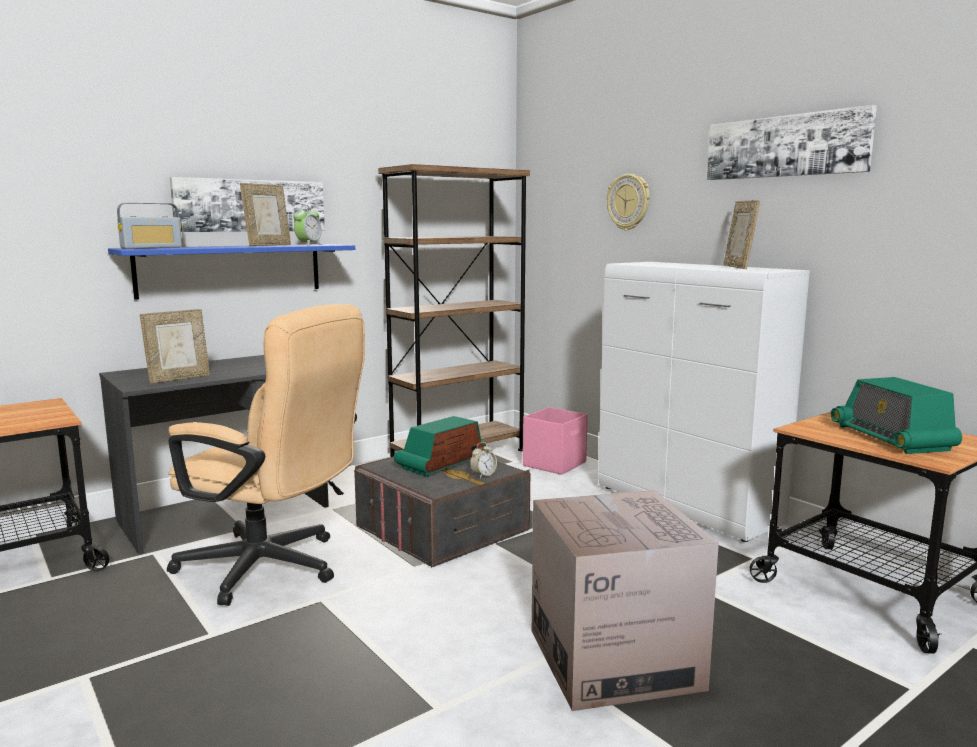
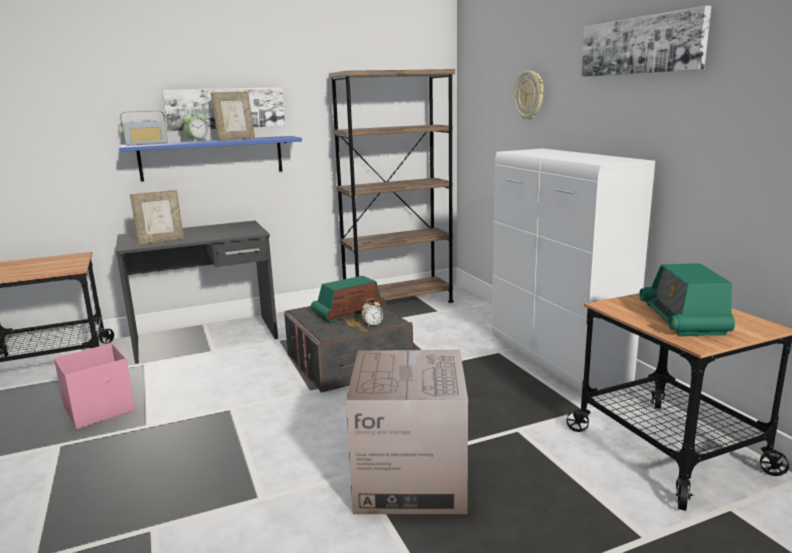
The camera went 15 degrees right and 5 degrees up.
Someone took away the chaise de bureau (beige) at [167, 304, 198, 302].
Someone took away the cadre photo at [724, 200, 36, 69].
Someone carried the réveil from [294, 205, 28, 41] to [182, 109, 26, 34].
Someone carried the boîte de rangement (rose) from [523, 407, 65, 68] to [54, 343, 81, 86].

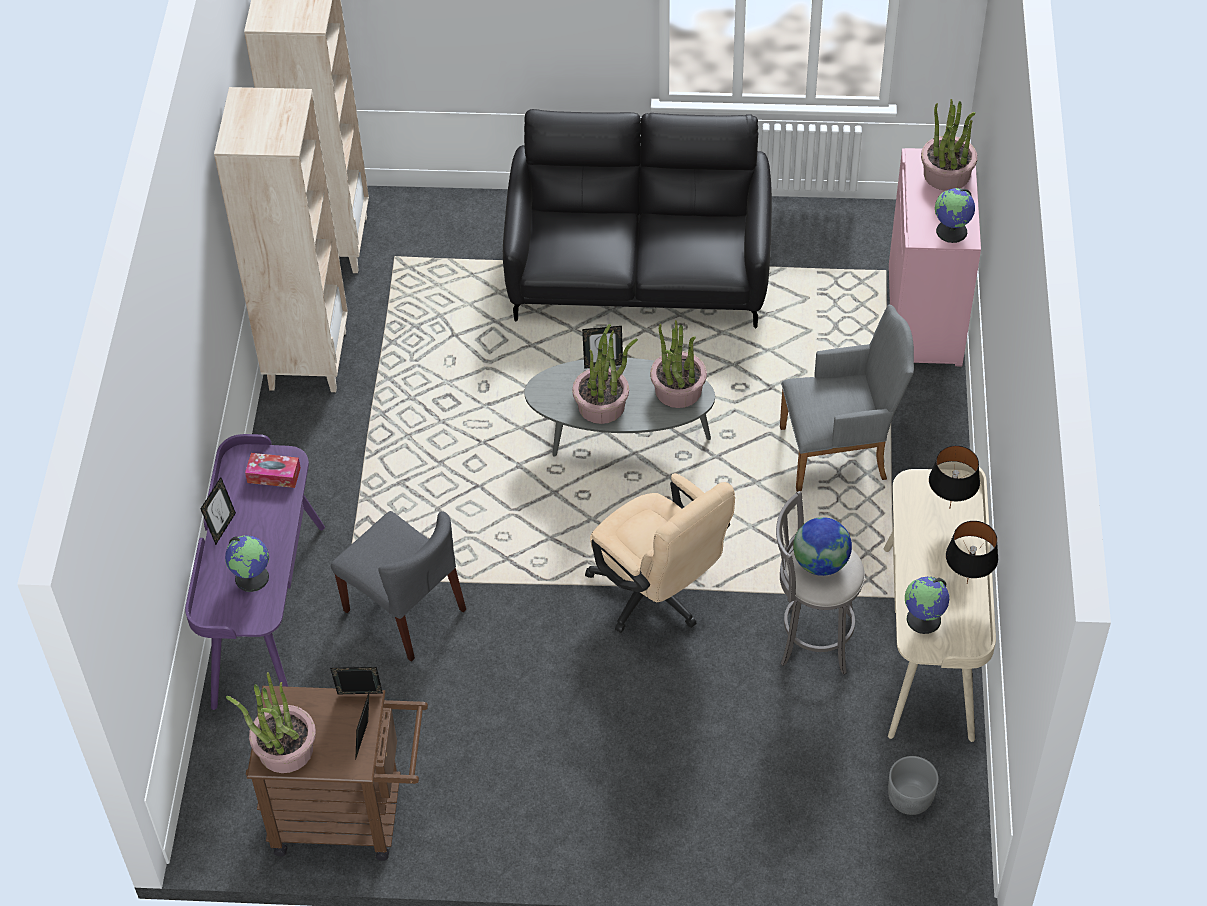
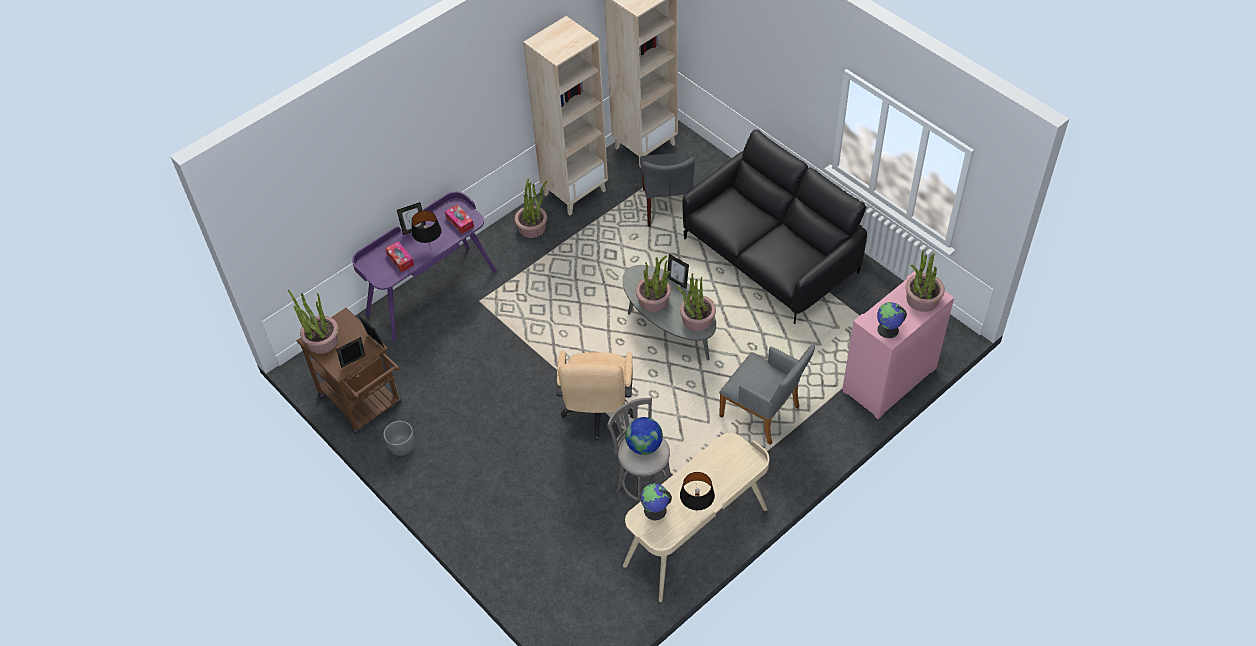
The camera went 45 degrees right and 0 degrees up.
Someone put down the plante en pot at [515, 178, 32, 60].
Someone carried the chaise (gris) from [331, 511, 135, 151] to [640, 152, 55, 75].
Someone carried the cache-pot (gris) from [888, 756, 51, 59] to [383, 421, 32, 35].
Someone carried the lampe de table (noir) from [929, 445, 51, 64] to [412, 210, 30, 40].
Someone swapped the globe at [225, 535, 44, 57] for the boîte à mouchoirs at [385, 241, 29, 31].

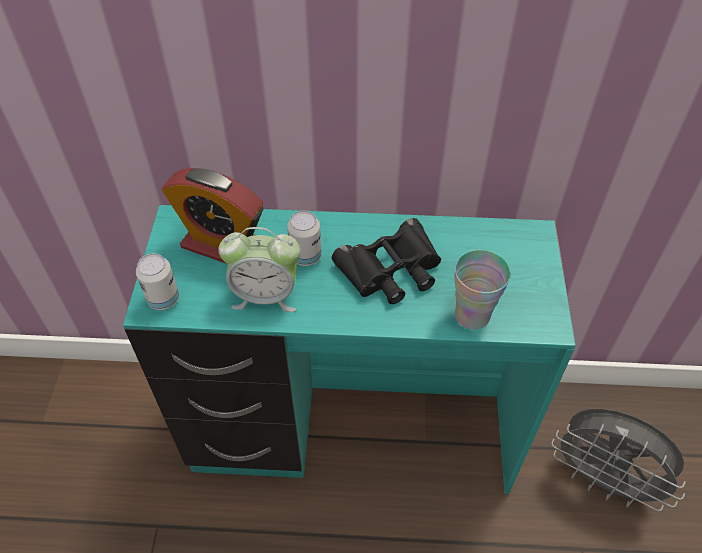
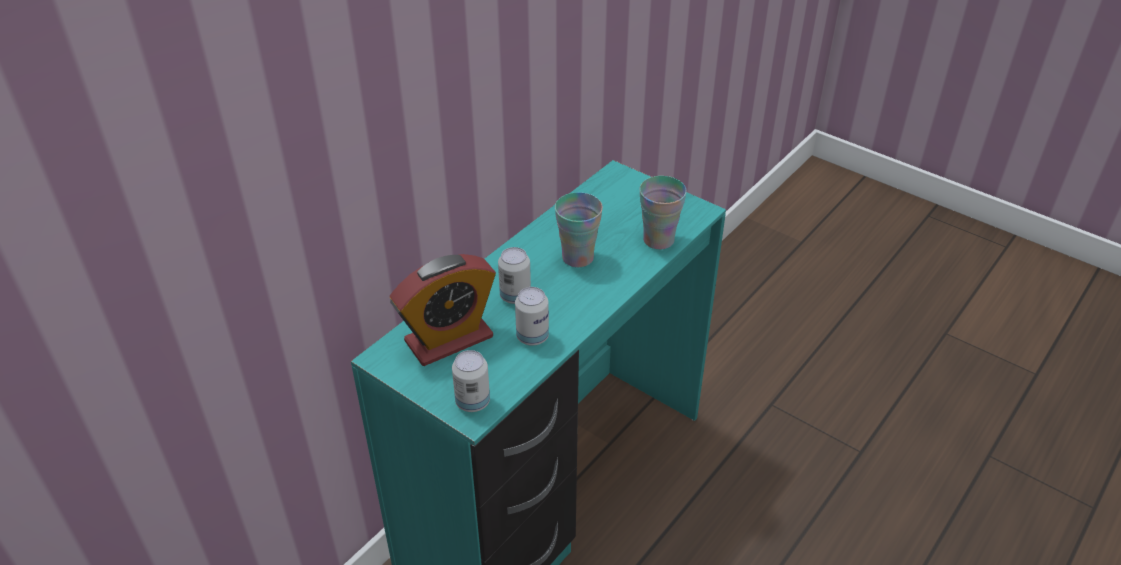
The camera went 55 degrees left and 10 degrees down.
Someone took away the ventilateur (gris) at [551, 409, 135, 102].
Someone swapped the réveil at [218, 227, 82, 85] for the boîte métallique at [515, 287, 34, 59].
Someone swapped the jumelles (noir) at [332, 218, 109, 86] for the tasse at [555, 192, 48, 76].

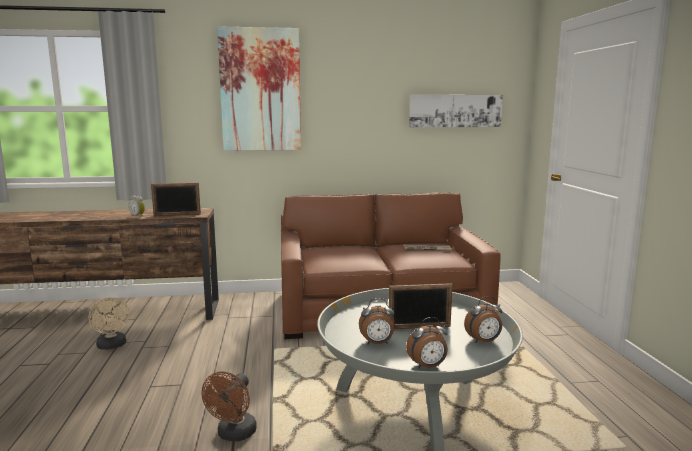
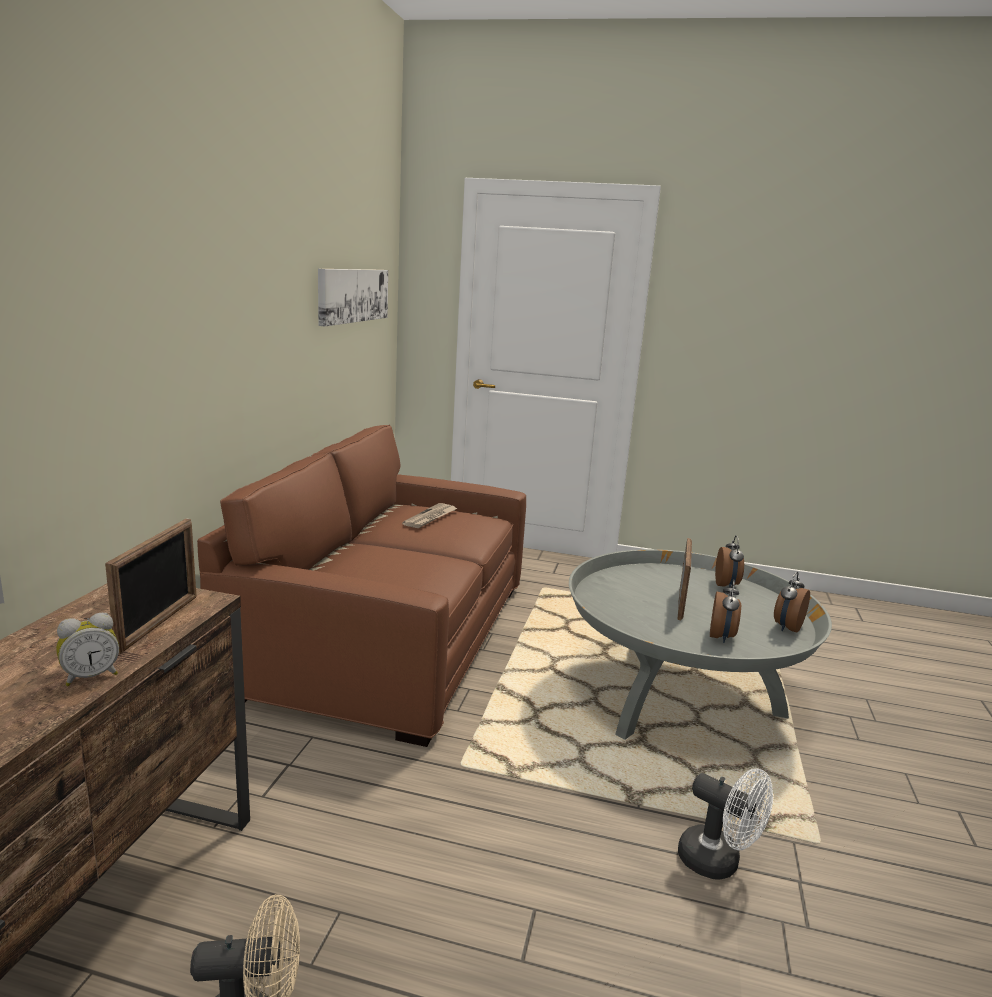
The camera went 70 degrees left and 5 degrees up.
Someone took away the tableau at [217, 26, 84, 125].
Someone repainted the ventilateur (marron) at [202, 371, 55, 70], which became the ventilateur (blanc) at [678, 768, 95, 111].
Someone rotated the réveil at [406, 317, 42, 52] by 150 degrees counterclockwise.

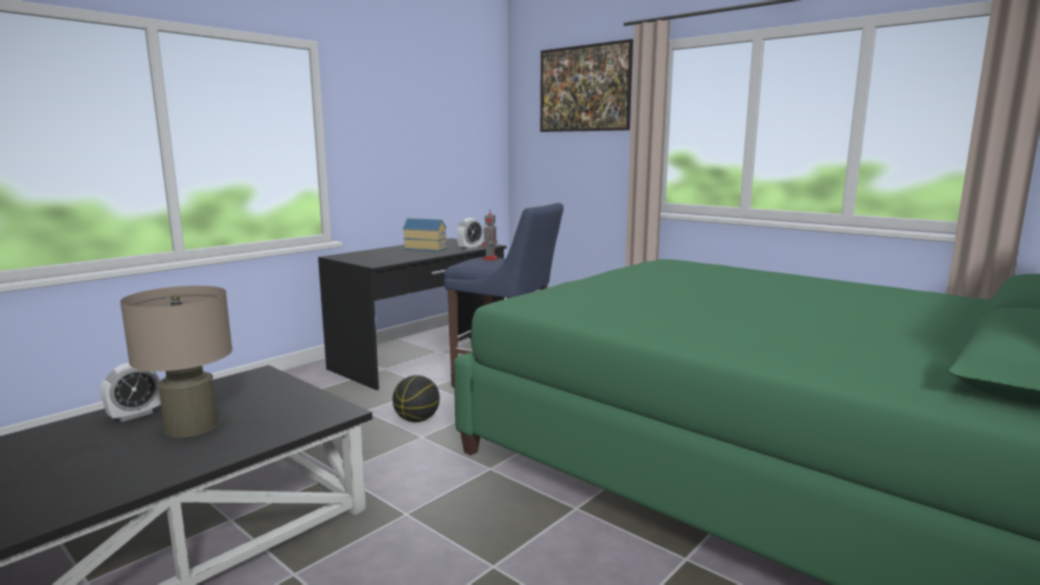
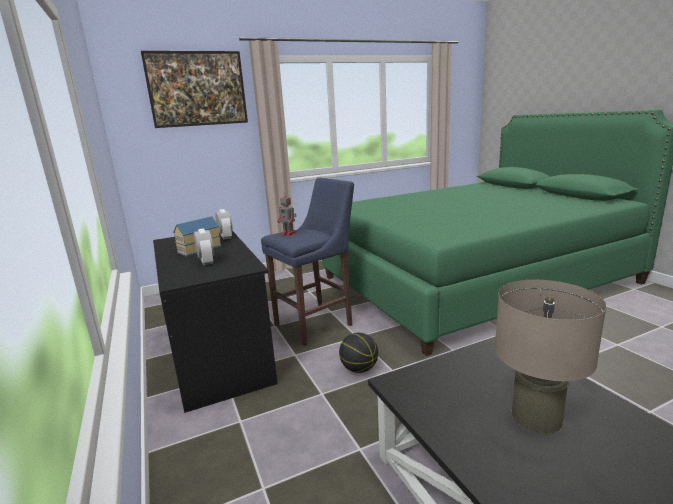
The camera went 65 degrees left and 5 degrees up.
Someone carried the réveil from [101, 363, 60, 59] to [194, 228, 20, 37].

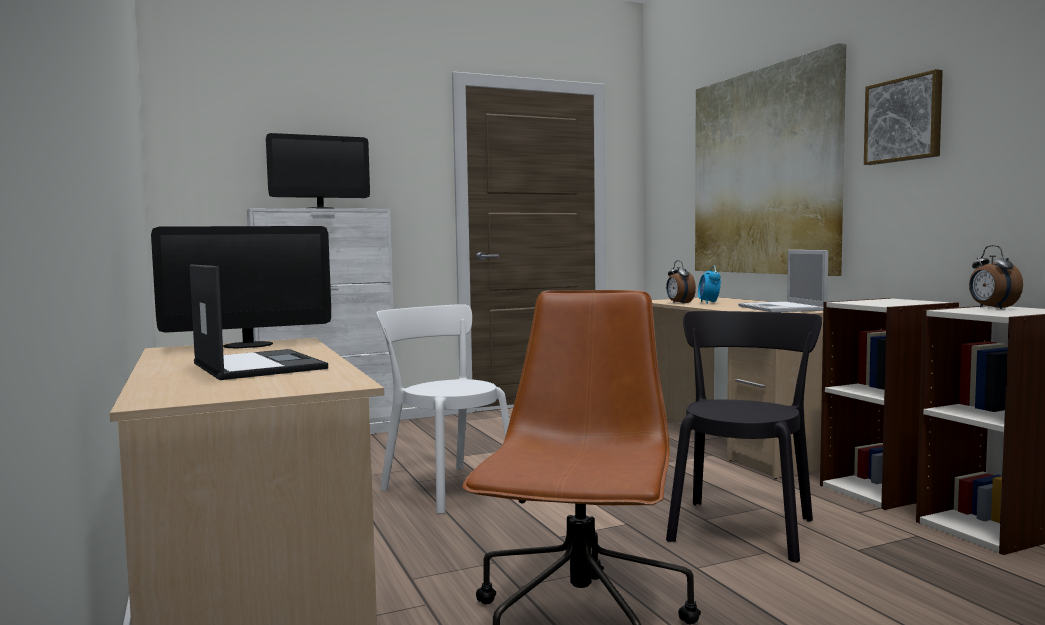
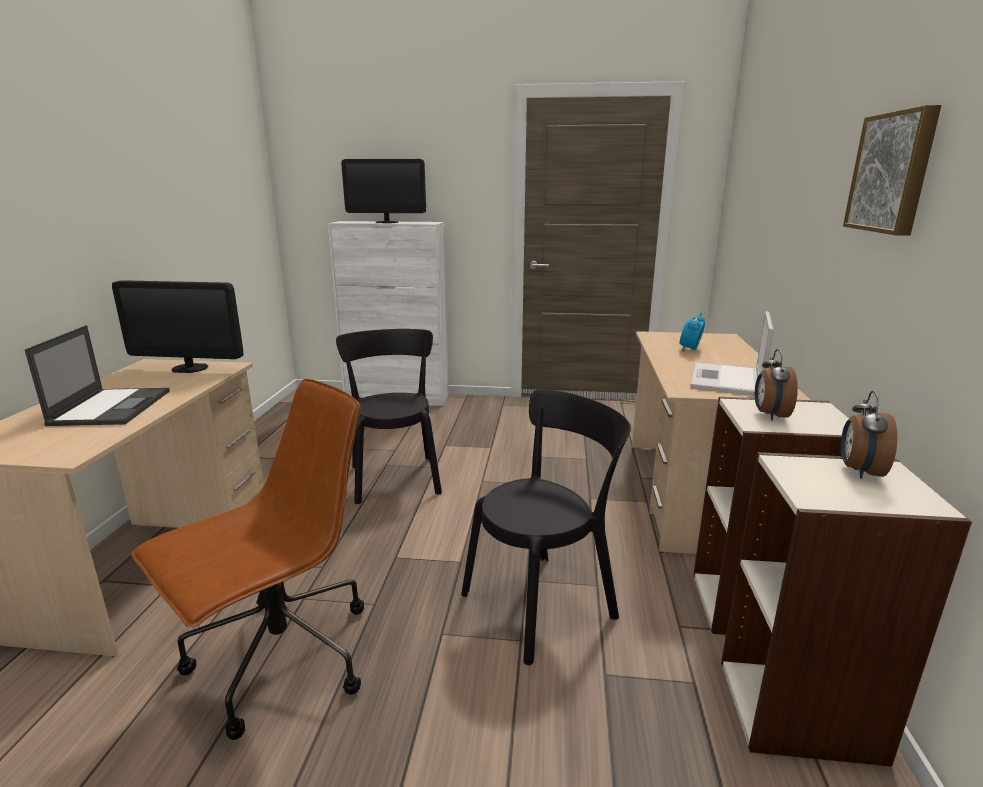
The camera went 30 degrees right and 15 degrees up.
Someone took away the tableau at [695, 43, 151, 233].
Someone carried the réveil from [666, 260, 30, 44] to [755, 349, 43, 71].
Someone repainted the chaise (blanc) at [377, 304, 133, 210], which became the chaise (noir) at [336, 329, 106, 175].

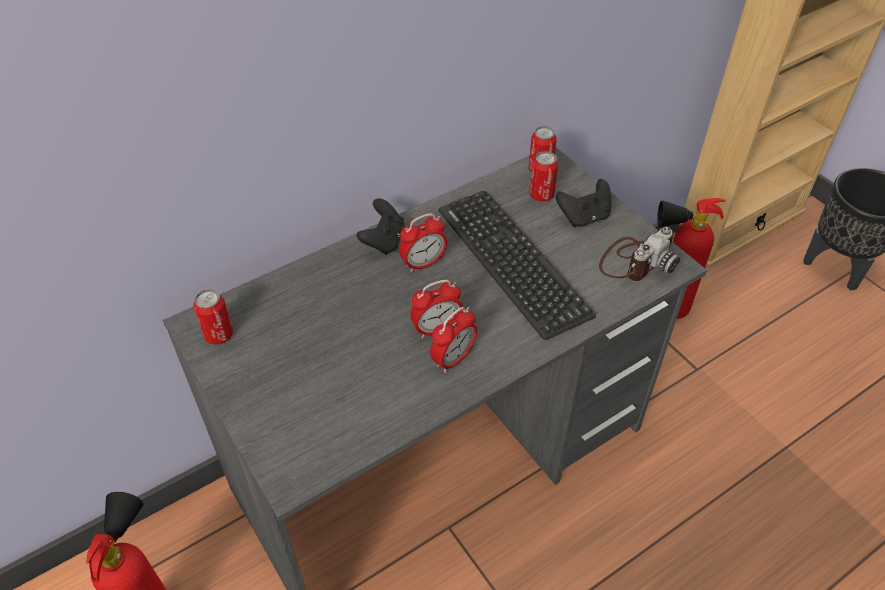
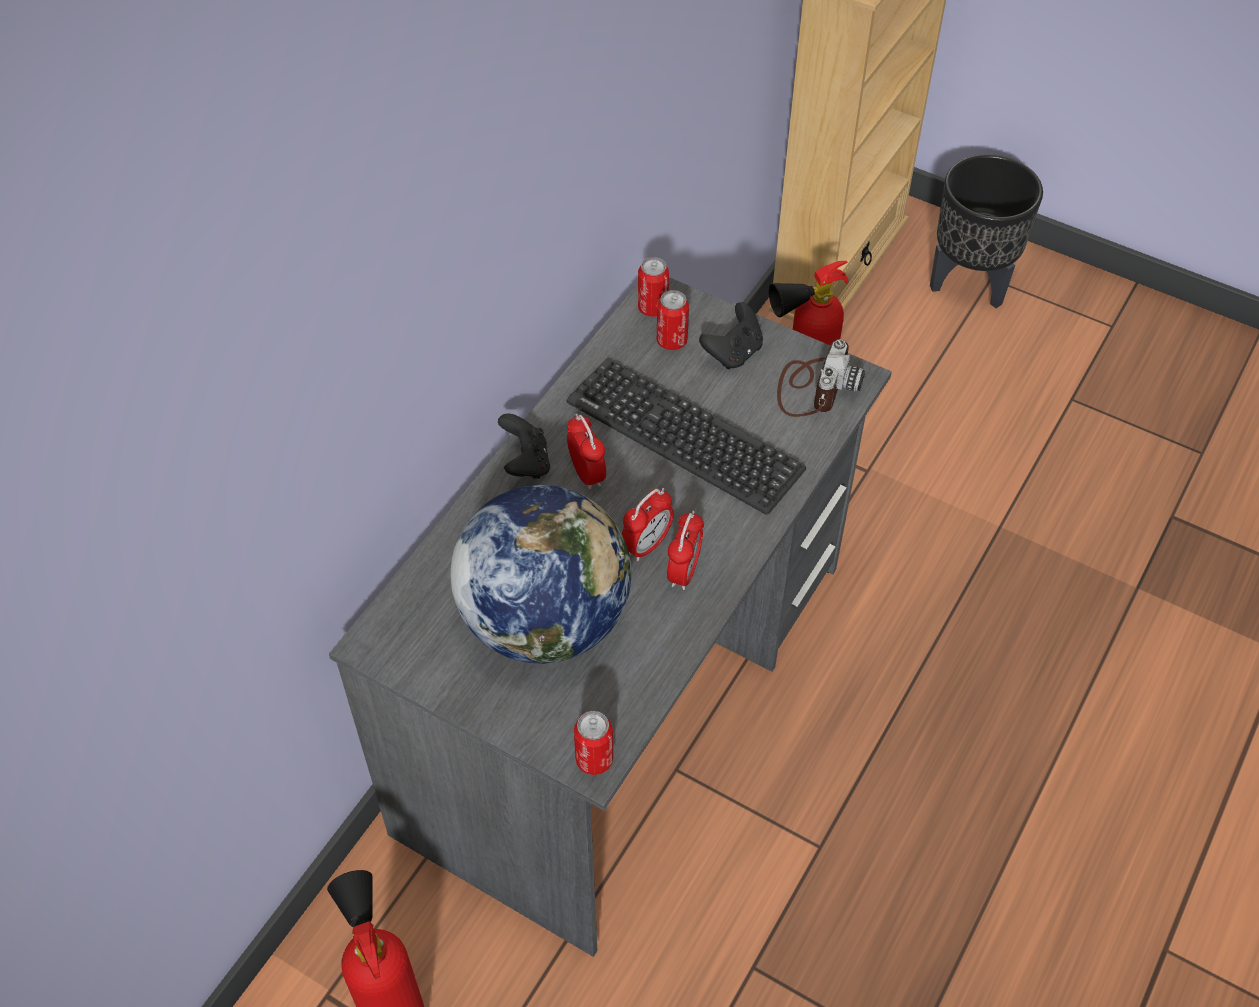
The camera went 25 degrees left and 5 degrees up.
Someone put down the globe at [450, 485, 181, 179].
Someone carried the boîte métallique from [193, 289, 40, 56] to [574, 711, 39, 64].
Someone rotated the réveil at [399, 213, 48, 59] by 60 degrees counterclockwise.

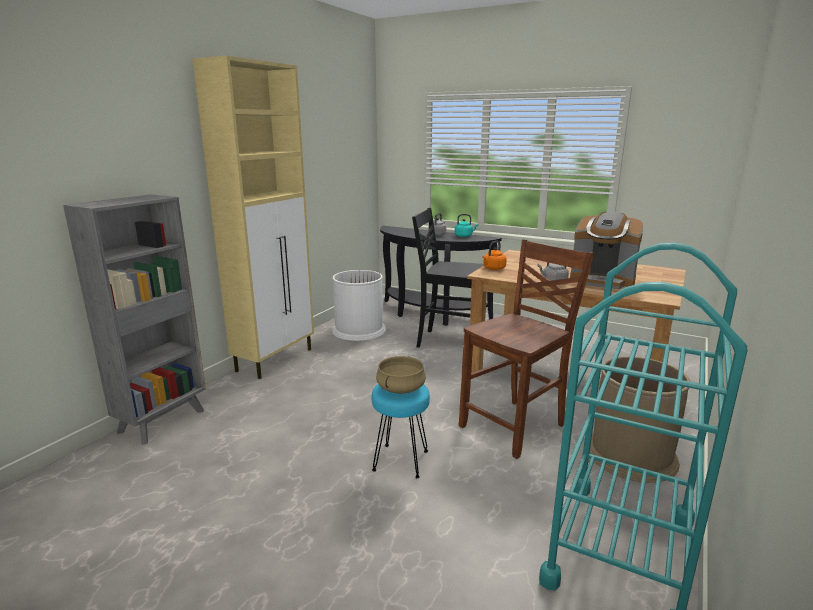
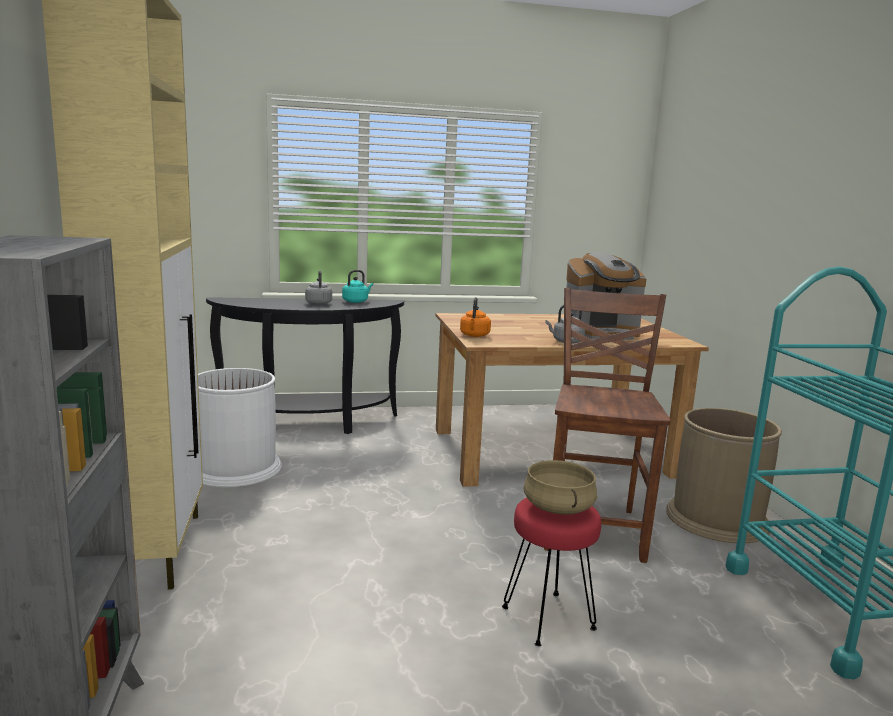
The camera went 40 degrees left and 5 degrees down.
Someone took away the chaise (noir) at [412, 208, 72, 140].
Someone repainted the tabouret (turquoise) at [372, 384, 58, 94], which became the tabouret (rouge) at [502, 498, 99, 148].

